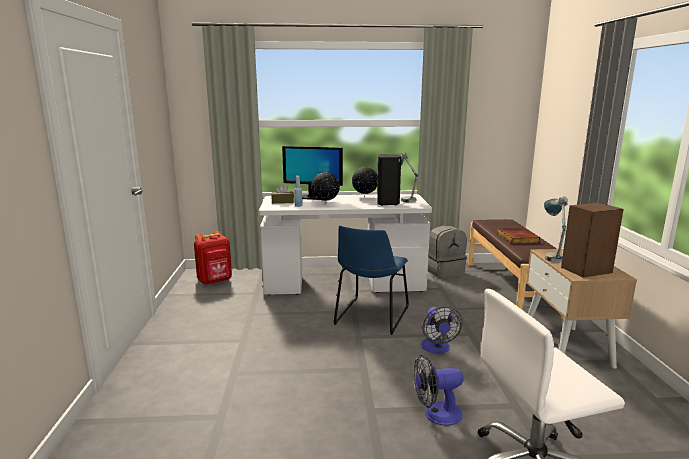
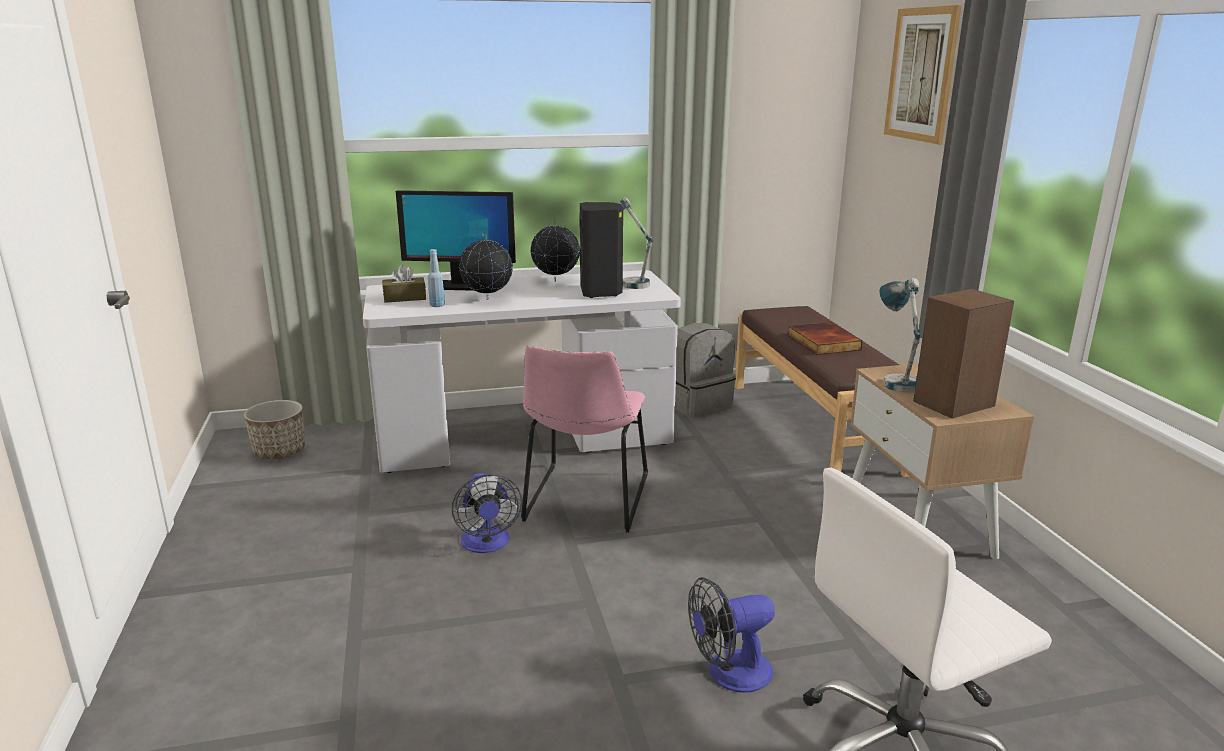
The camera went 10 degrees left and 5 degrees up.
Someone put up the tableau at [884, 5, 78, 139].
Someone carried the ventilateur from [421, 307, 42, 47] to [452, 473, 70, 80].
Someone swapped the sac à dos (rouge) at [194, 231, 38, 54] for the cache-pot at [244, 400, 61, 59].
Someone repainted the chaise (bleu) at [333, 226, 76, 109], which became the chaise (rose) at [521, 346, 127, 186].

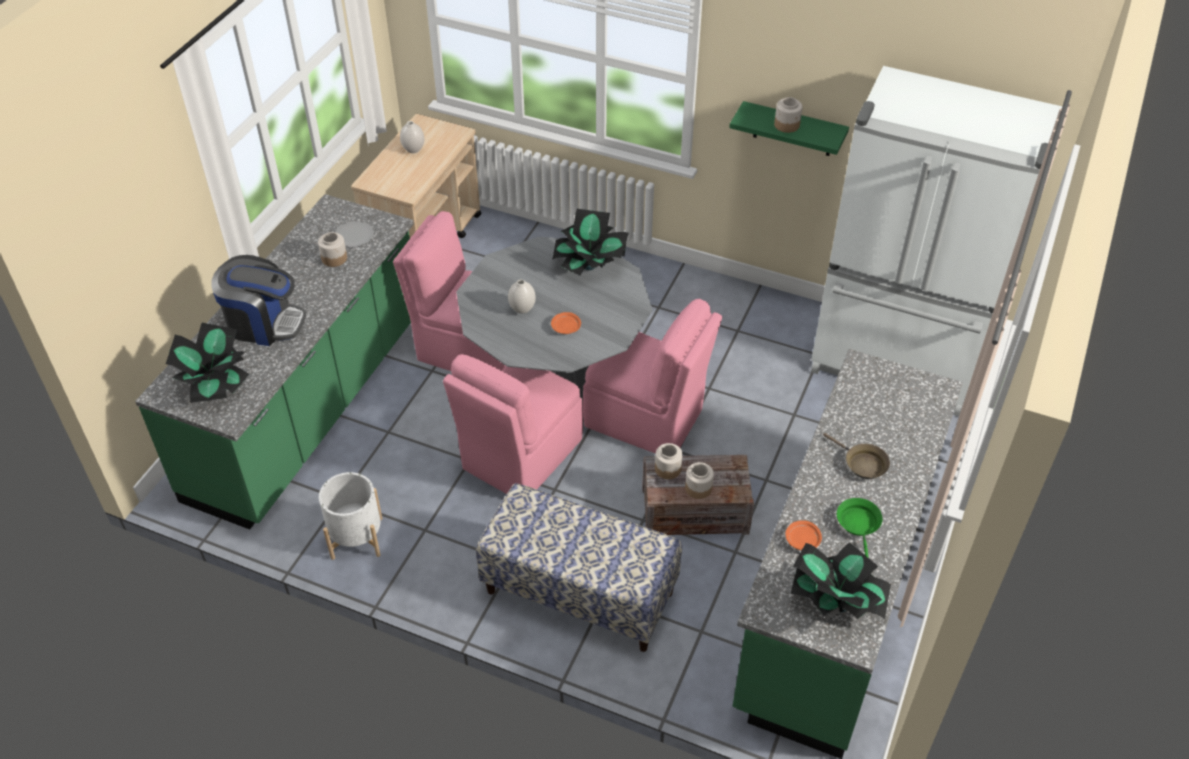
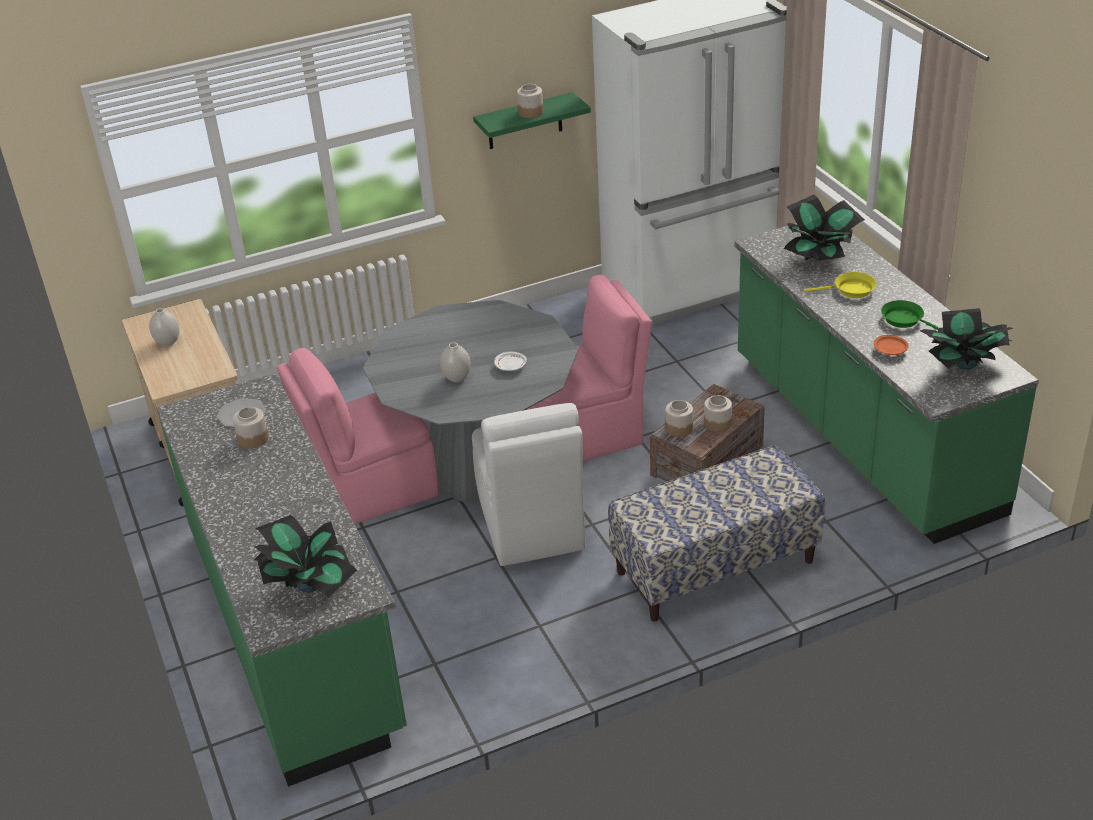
The camera went 45 degrees left and 10 degrees down.
Someone took away the machine à café at [212, 255, 94, 91].
Someone took away the cache-pot (blanc) at [319, 472, 63, 88].
Someone carried the plante en pot from [552, 209, 77, 67] to [784, 194, 81, 67].
Someone repainted the chaise (rose) at [443, 354, 140, 140], which became the chaise (blanc) at [472, 403, 113, 163].
Someone repainted the assiette (orange) at [551, 312, 30, 22], which became the assiette (blanc) at [494, 352, 33, 19].
Someone repainted the poêle (marron) at [823, 433, 67, 46], which became the poêle (jaune) at [804, 272, 73, 26].

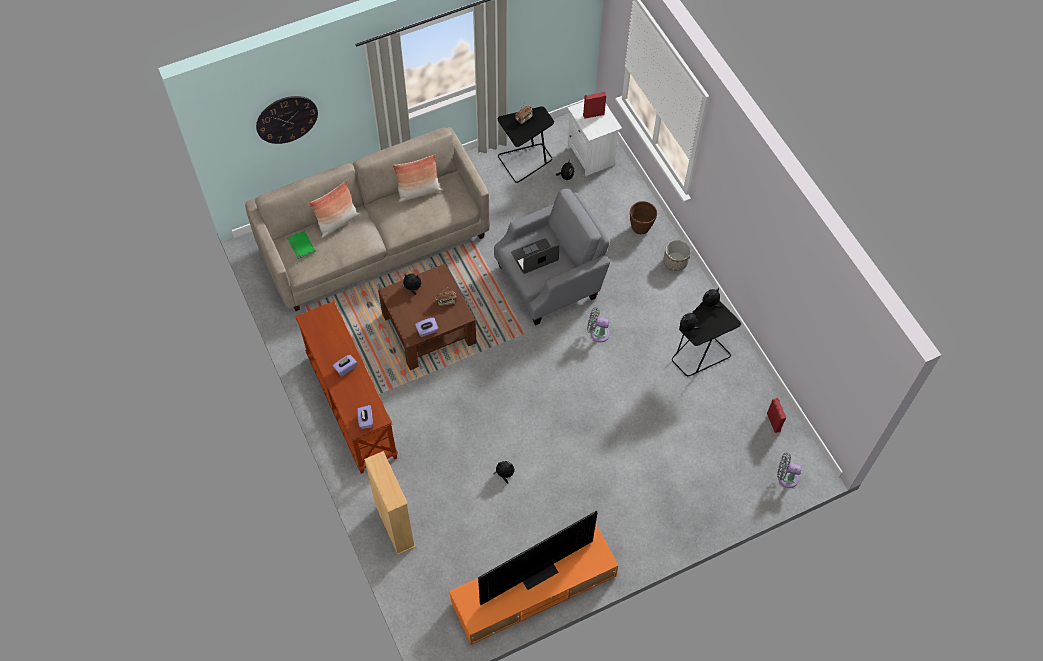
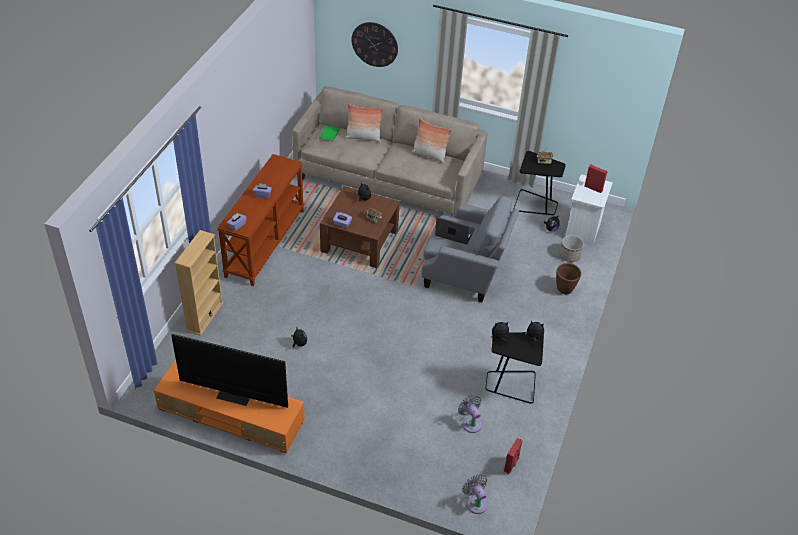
The camera went 45 degrees right and 15 degrees down.
Someone carried the ventilateur (gris) from [587, 308, 23, 34] to [458, 395, 24, 38].
Someone carried the cache-pot from [663, 240, 28, 31] to [560, 235, 24, 27].

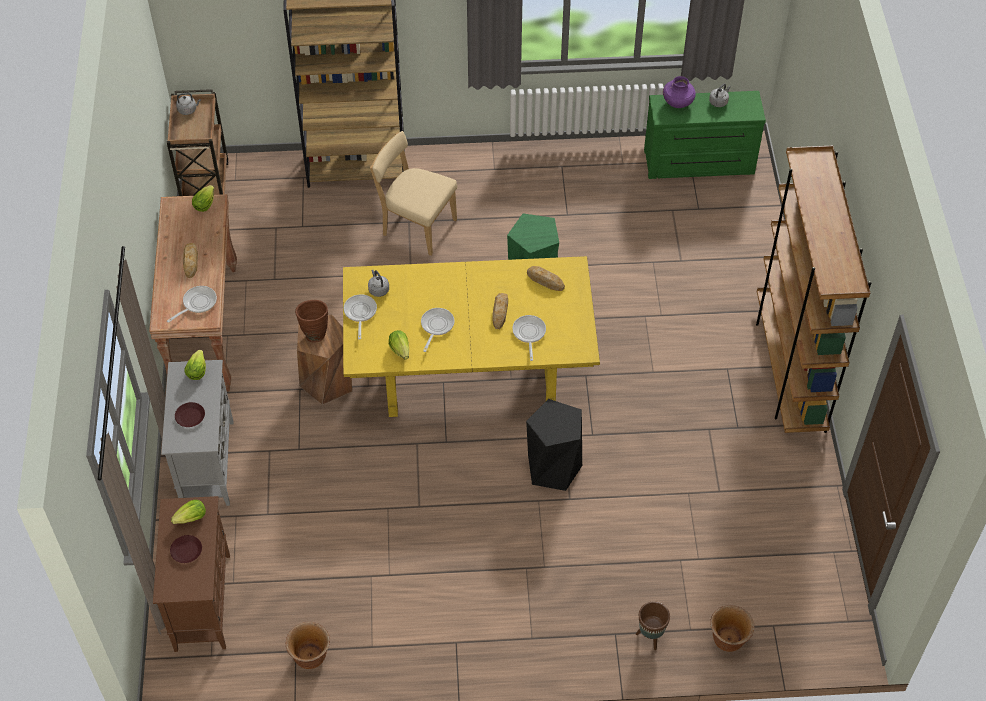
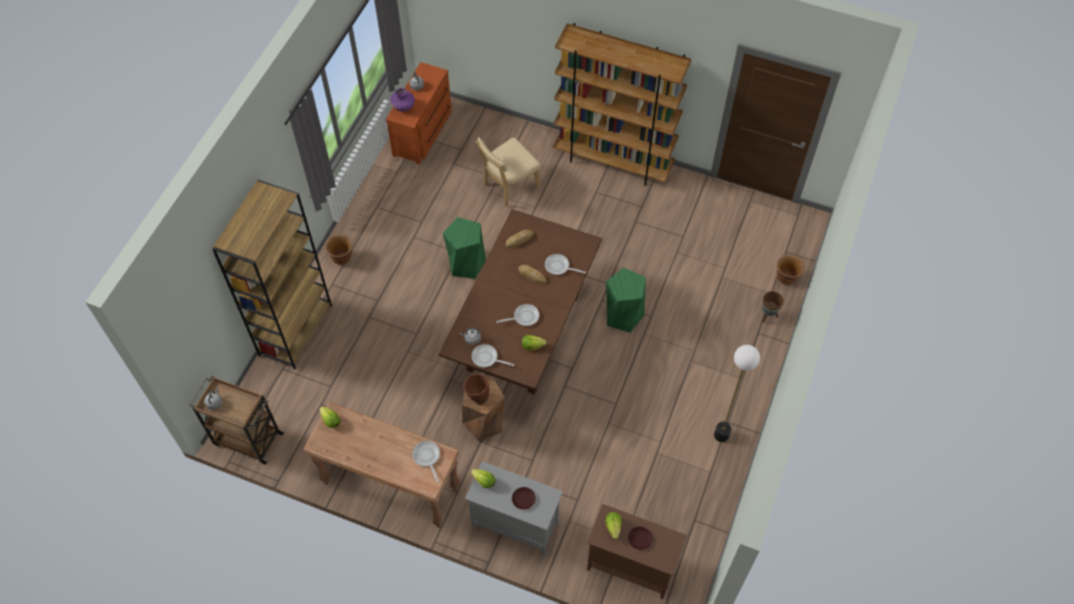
The camera went 65 degrees left and 5 degrees up.
Someone took away the pain at [183, 243, 15, 35].
Someone put down the lampadaire at [714, 345, 46, 97].
Someone carried the cache-pot (marron) from [286, 622, 44, 47] to [325, 234, 28, 31].
Someone carried the chaise (beige) from [370, 131, 87, 125] to [476, 137, 65, 70].
Someone repainted the table à manger (jaune) at [343, 256, 257, 161], which became the table à manger (marron) at [439, 209, 163, 186].
Someone repainted the tabouret (noir) at [526, 399, 56, 92], which became the tabouret (vert) at [606, 267, 40, 66].
Someone repainted the commode (vert) at [644, 91, 122, 88], which became the commode (marron) at [386, 62, 65, 103].
Someone rotated the poêle at [421, 308, 33, 44] by 120 degrees clockwise.

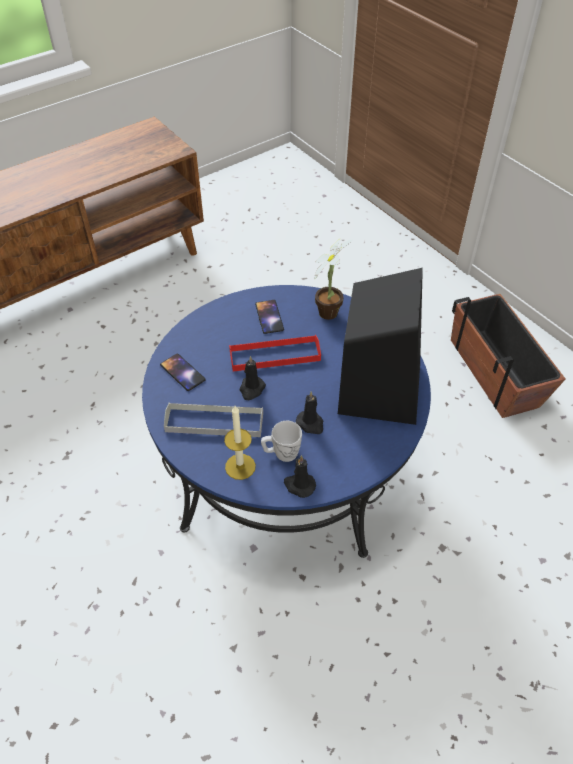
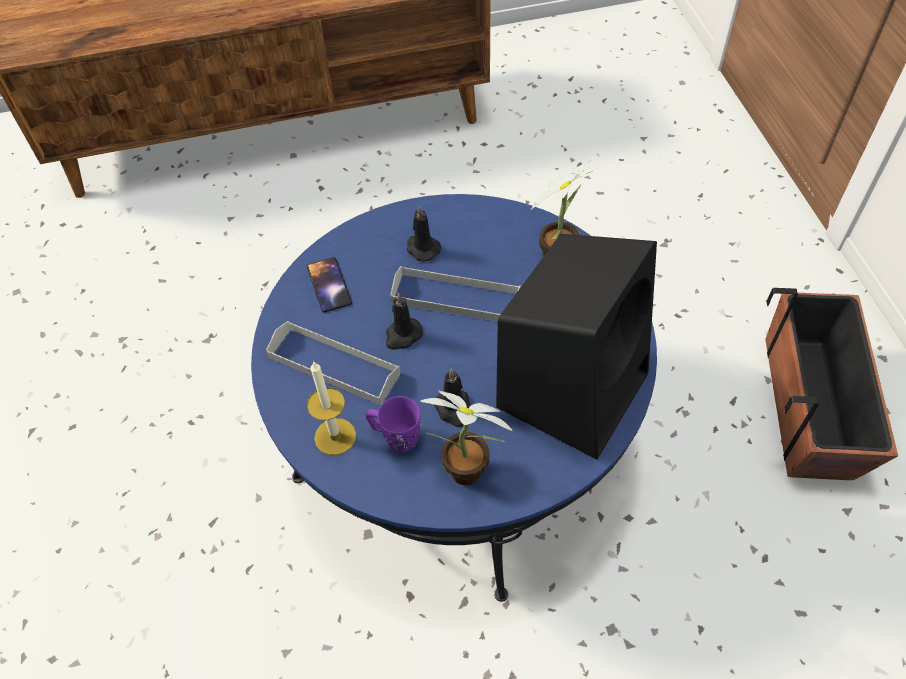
The camera went 25 degrees right and 5 degrees up.
Someone took away the téléphone at [255, 300, 29, 34].
Someone put down the plante en pot at [421, 391, 91, 94].
Someone carried the bougie (noir) from [284, 455, 32, 43] to [407, 205, 34, 57].
Someone repainted the plateau (rouge) at [229, 335, 92, 37], which became the plateau (gris) at [390, 266, 131, 56].
Someone repainted the mug (blanc) at [261, 421, 41, 41], which became the mug (violet) at [366, 396, 55, 56].

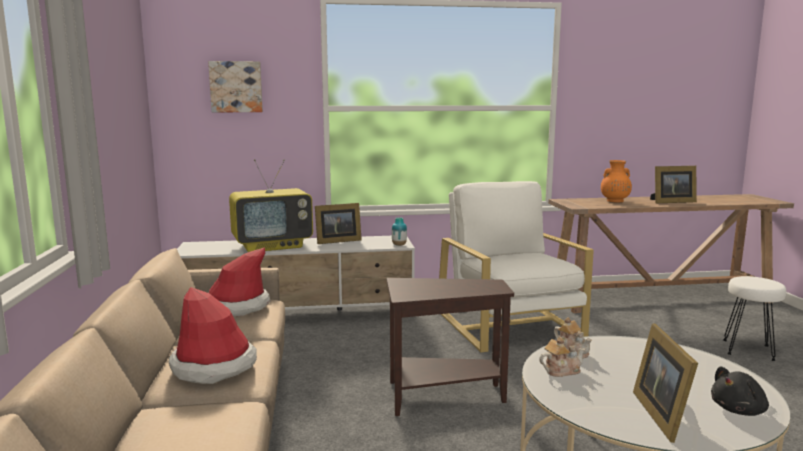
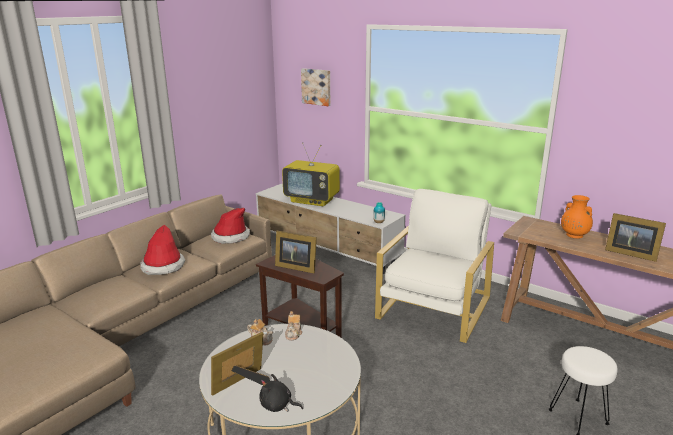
The camera went 45 degrees right and 10 degrees up.
Someone carried the cadre photo from [315, 203, 47, 41] to [275, 231, 42, 42].

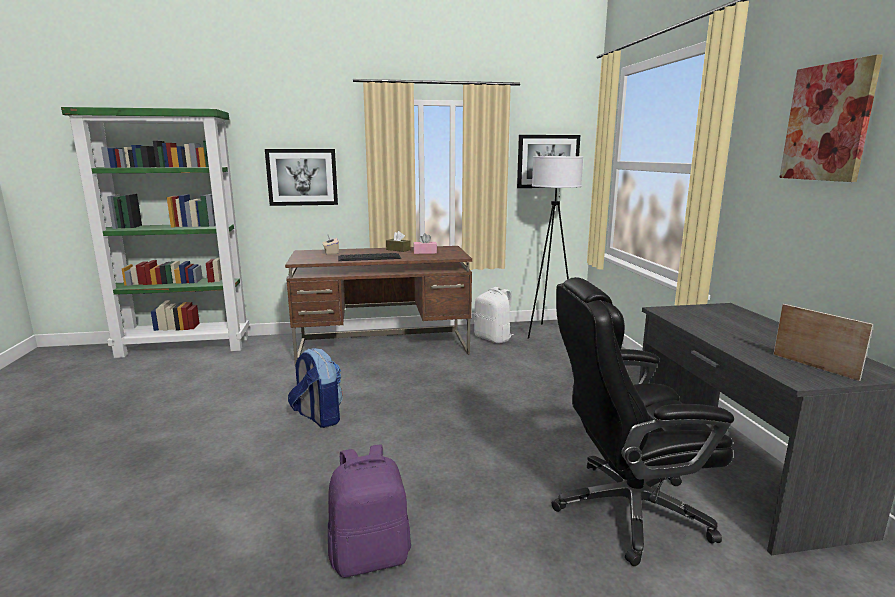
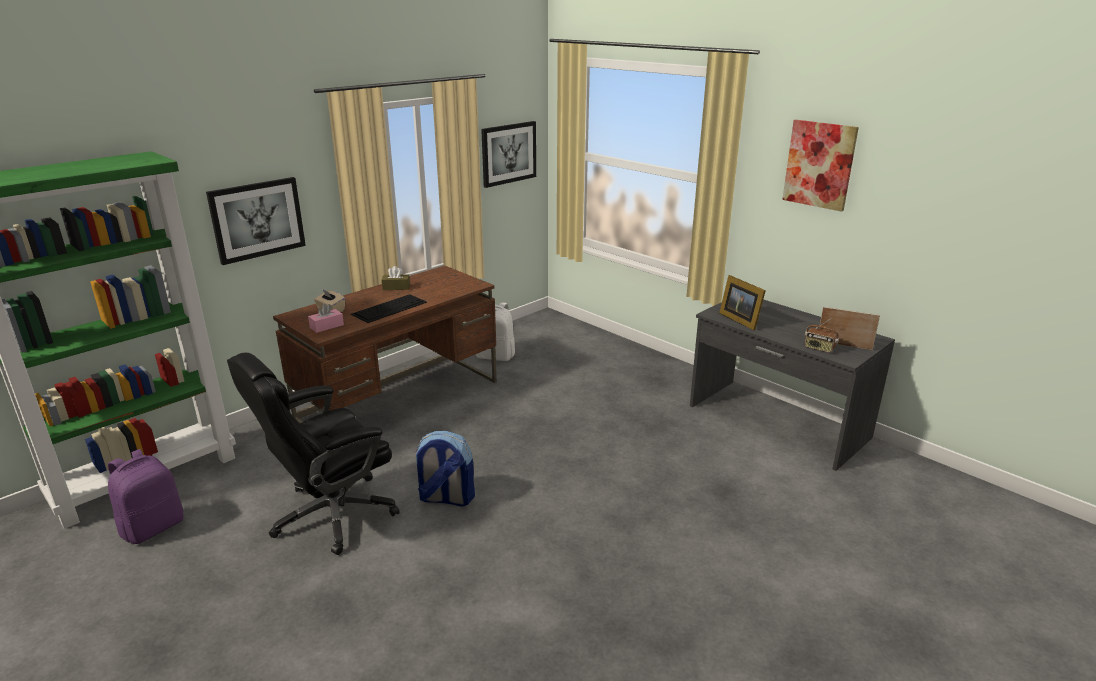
The camera went 35 degrees left and 10 degrees up.
Someone took away the lampadaire (blanc) at [528, 156, 55, 183].
Someone put down the cadre photo at [719, 275, 47, 55].
Someone put down the radio at [805, 318, 34, 35].
Someone carried the sac à dos (violet) from [328, 445, 83, 133] to [108, 449, 76, 95].
Someone carried the boîte à mouchoirs (rose) from [413, 233, 24, 21] to [308, 304, 36, 29].
Someone carried the chaise de bureau (noir) from [551, 277, 183, 289] to [227, 353, 173, 202].

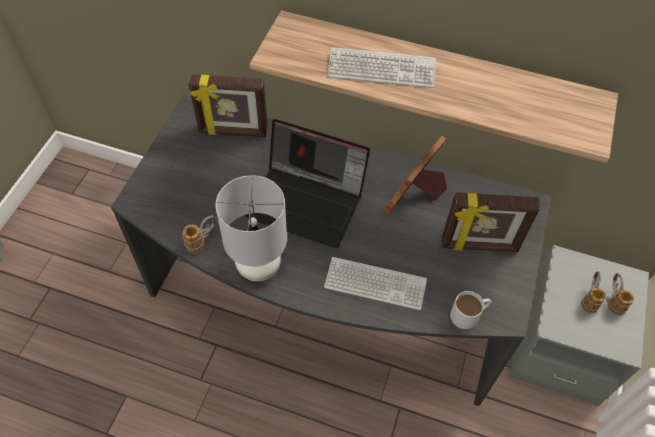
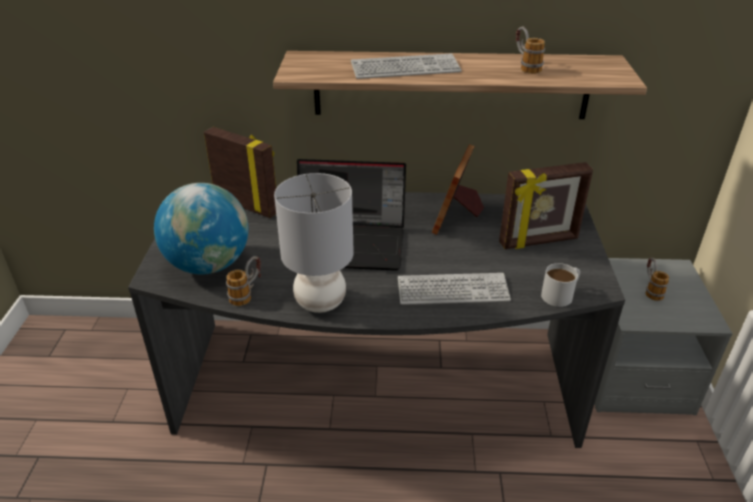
The camera went 15 degrees left and 20 degrees down.
Someone put down the globe at [154, 183, 94, 92].
Someone carried the mug from [608, 273, 26, 42] to [516, 27, 29, 47].
Someone rotated the cadre photo at [188, 74, 80, 63] by 135 degrees counterclockwise.

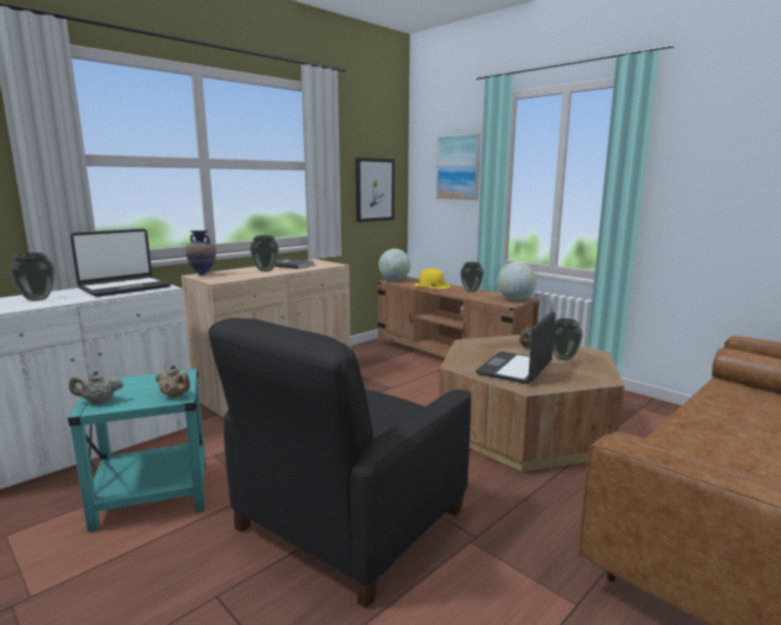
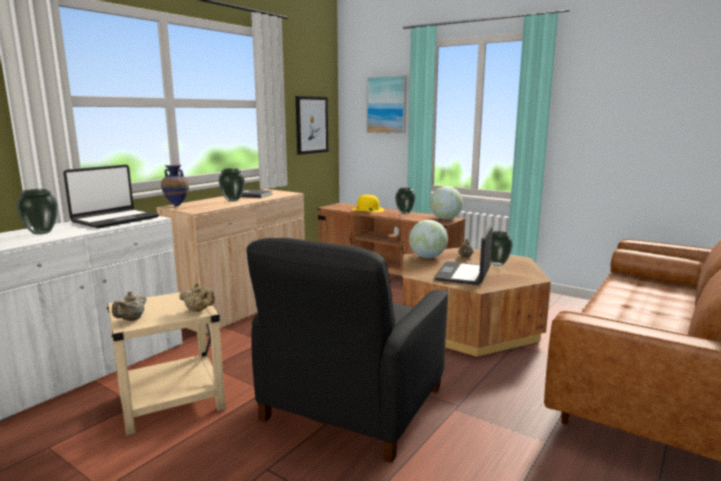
The camera went 10 degrees left and 0 degrees up.
Someone carried the globe from [379, 249, 32, 32] to [409, 220, 39, 38].
Someone repainted the table d'appoint (turquoise) at [68, 369, 138, 163], which became the table d'appoint (beige) at [107, 290, 119, 146].
Someone rotated the théière (beige) at [69, 370, 54, 34] by 45 degrees counterclockwise.

